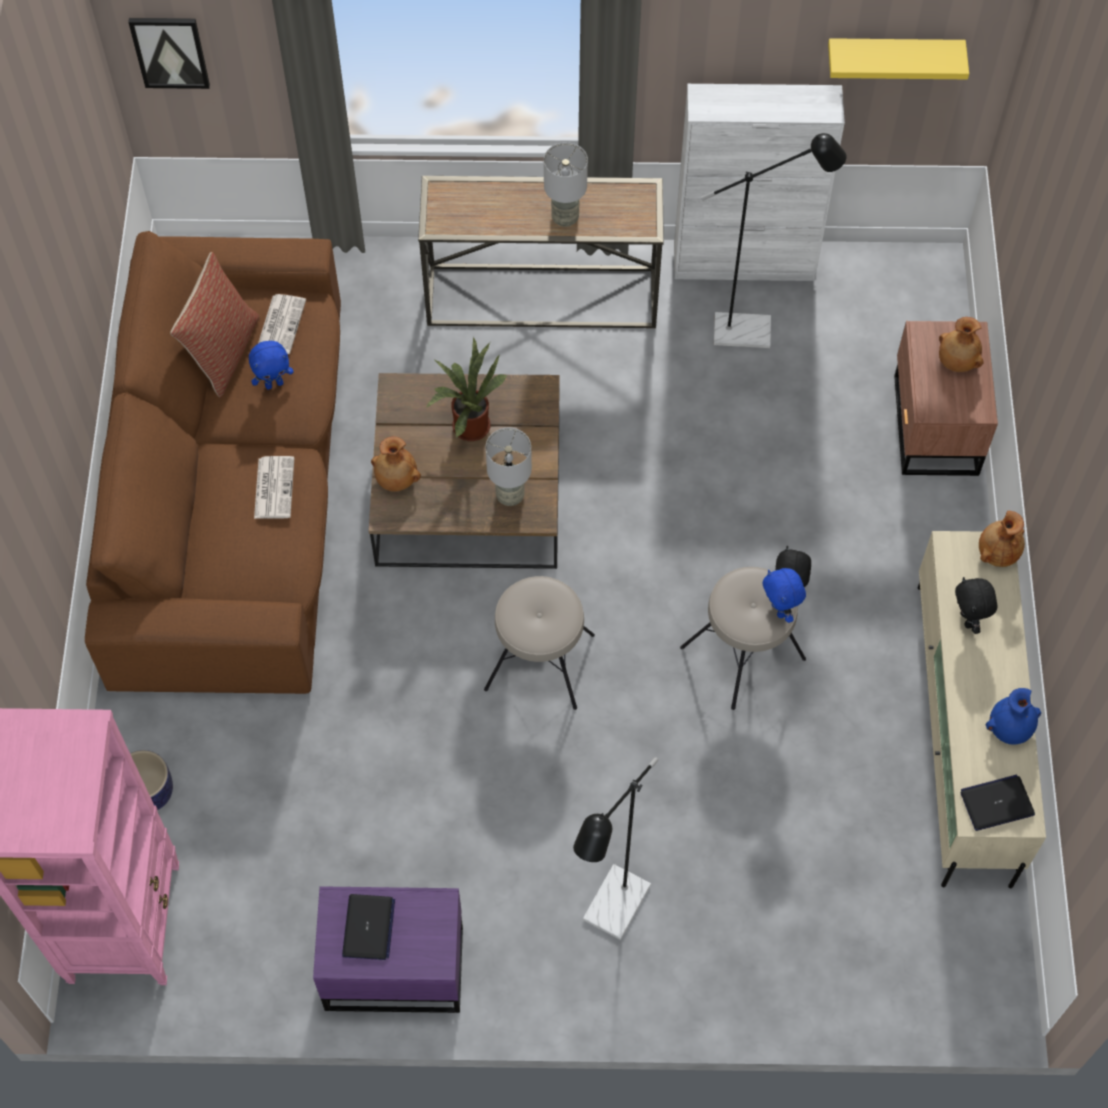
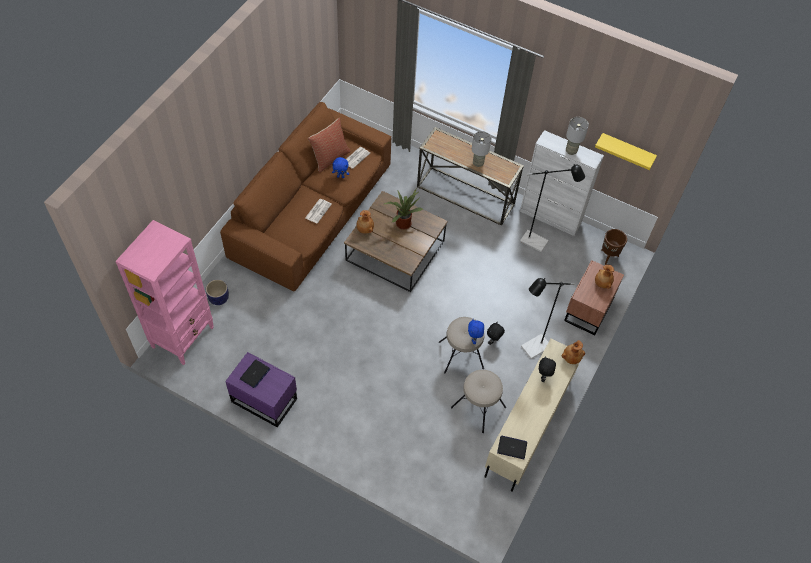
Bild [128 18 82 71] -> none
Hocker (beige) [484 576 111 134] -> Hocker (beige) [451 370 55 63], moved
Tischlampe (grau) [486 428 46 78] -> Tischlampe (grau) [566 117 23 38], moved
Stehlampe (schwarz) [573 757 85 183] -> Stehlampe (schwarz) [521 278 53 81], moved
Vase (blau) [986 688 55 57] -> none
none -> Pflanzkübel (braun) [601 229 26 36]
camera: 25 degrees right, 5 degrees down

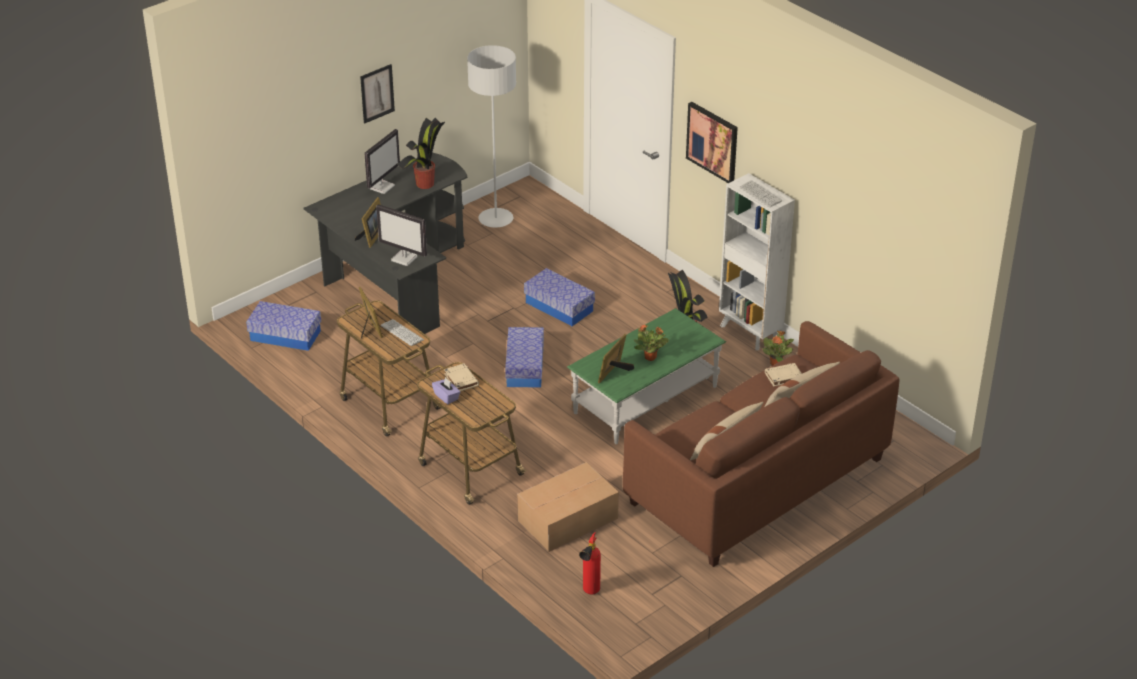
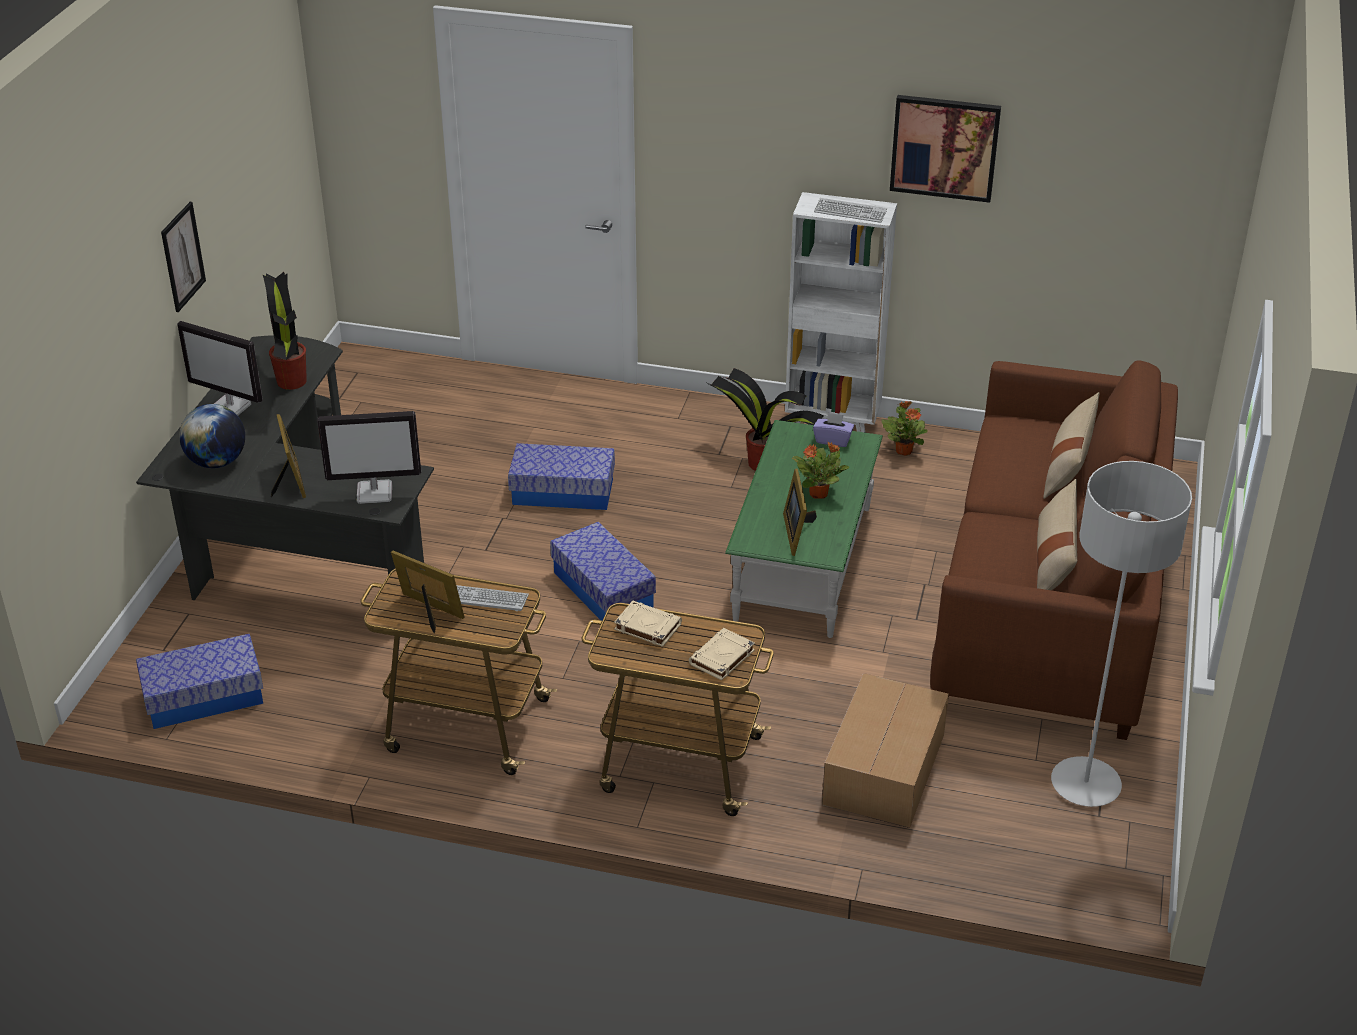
Monitor [364 129 36 65] -> Monitor [177 321 86 95], 120 degrees clockwise
Taschentuchbox (lila) [432 377 29 27] -> Taschentuchbox (lila) [813 412 41 35], moved
Stehlampe (grau) [467 45 49 183] -> Stehlampe (grau) [1051 461 141 346], moved
Feuerlöscher [579 532 22 62] -> none
Bild [686 102 52 81] -> Bild [890 95 111 108], moved
Buch (beige) [765 363 37 23] -> Buch (beige) [689 628 66 53], moved
none -> Globus [179 404 66 64]
camera: 35 degrees left, 0 degrees up

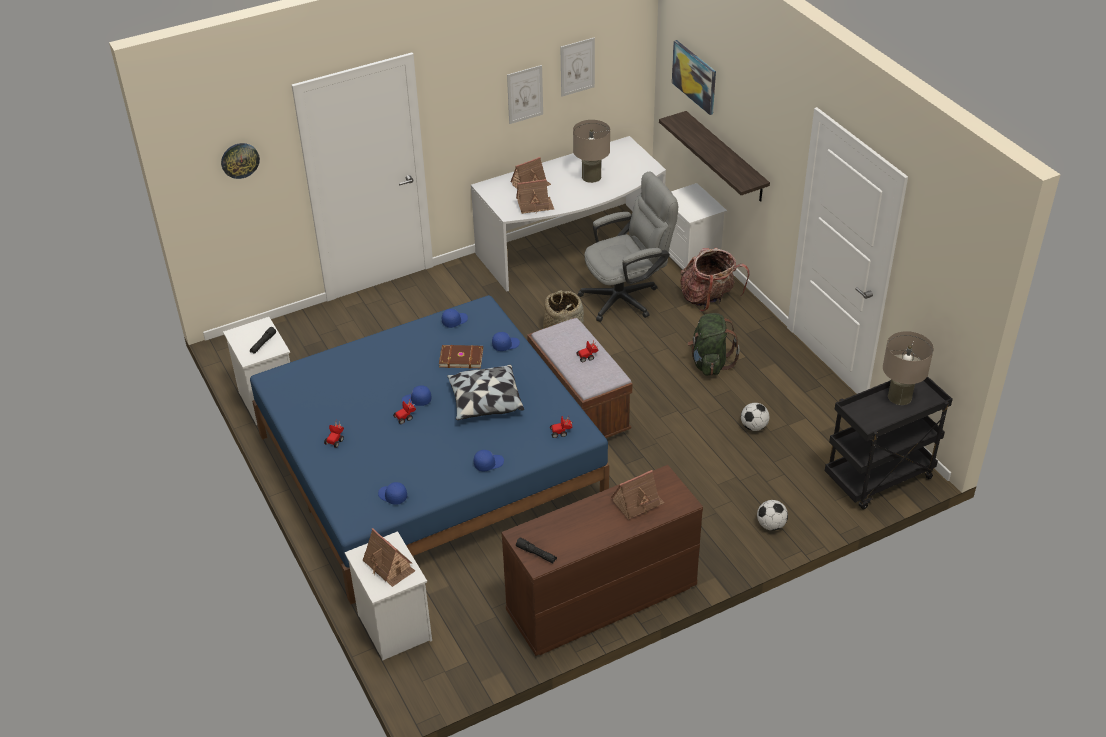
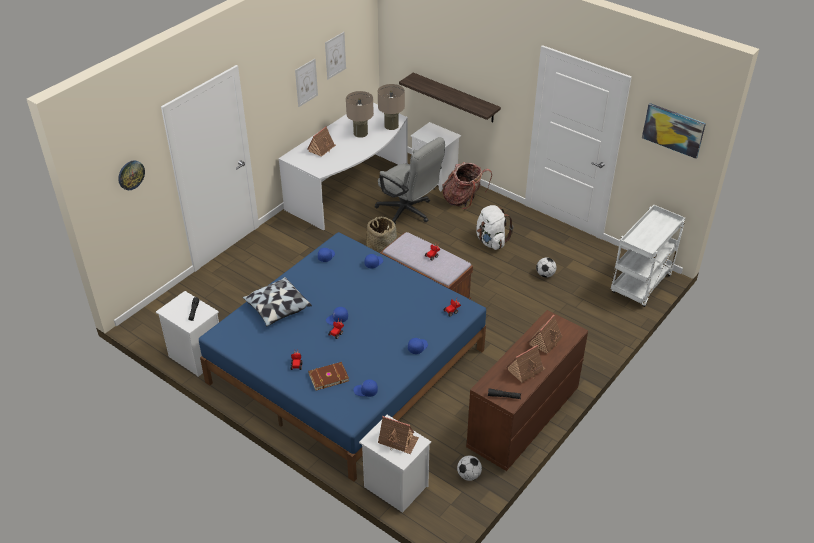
Buch (braun) [439 345 44 23] -> Buch (braun) [308 362 41 29], moved
Kissen [447 365 77 55] -> Kissen [242 277 70 49], moved
Spielzeughaus [516 179 38 35] -> Spielzeughaus [507 345 39 38], moved
Bürostuhl (grau) [578 172 100 150] -> Bürostuhl (grau) [375 137 70 88], 90 degrees clockwise
Bild [672 40 44 75] -> Bild [642 103 64 56], moved
Rucksack (grün) [688 313 52 63] -> Rucksack (weiß) [476 205 37 45]
Fußball [757 500 31 31] -> Fußball [457 456 25 25], moved
Rollwagen (schwarz) [825 376 128 133] -> Rollwagen (weiß) [611 205 74 102]
Tischlampe (beige) [883 331 51 74] -> Tischlampe (beige) [378 84 27 46], moved
camera: 25 degrees left, 0 degrees up

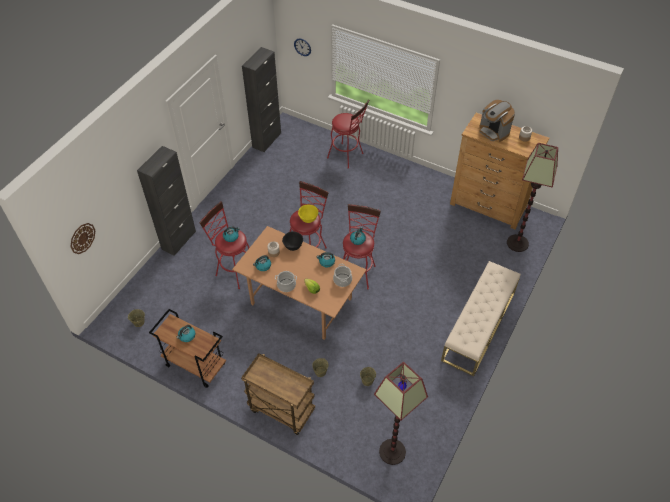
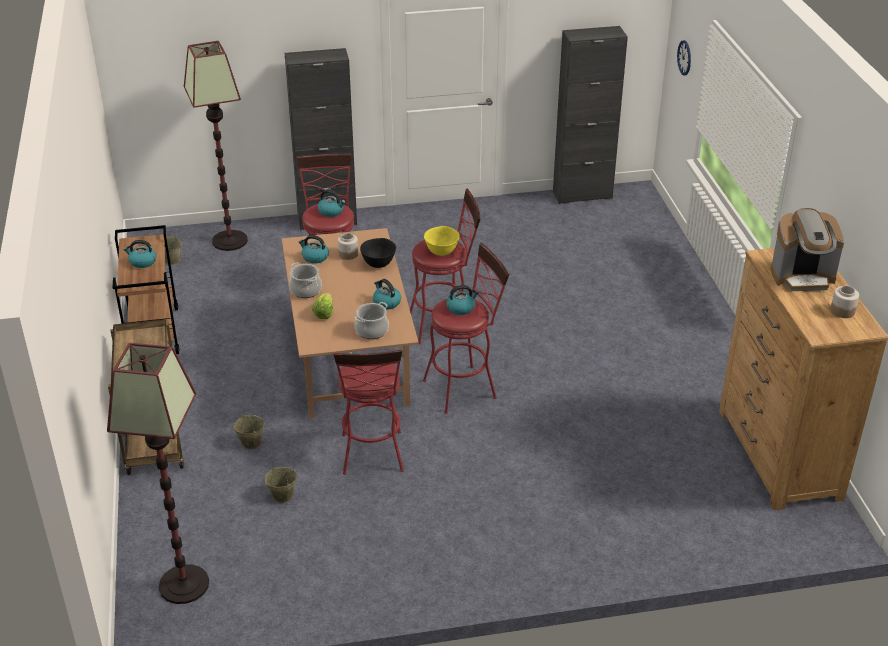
Wanduhr [71 223 24 31] -> none
Hocker (rot) [327 100 42 69] -> Hocker (rot) [333 350 71 125], moved
Bank (beige) [441 261 80 115] -> none
Kaffeemaschine [479 100 36 42] -> Kaffeemaschine [771 208 73 83], 105 degrees counterclockwise
Stehlampe [507 143 51 109] -> Stehlampe [184 41 64 210], moved
camera: 50 degrees right, 15 degrees down

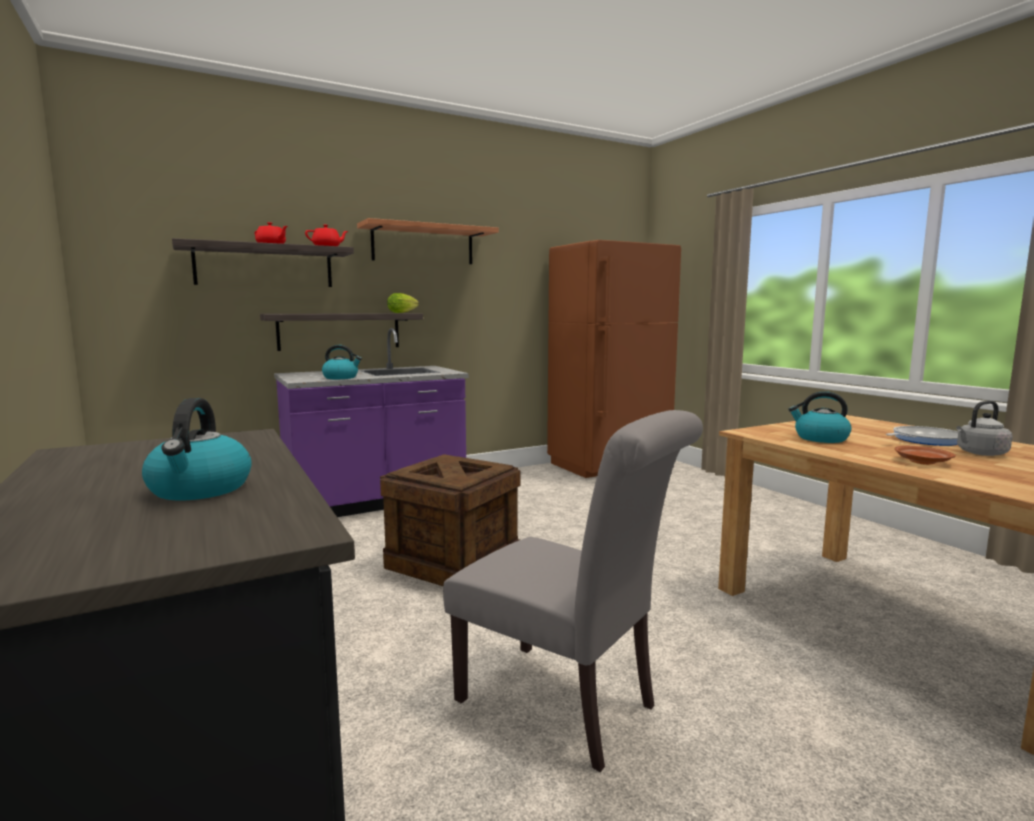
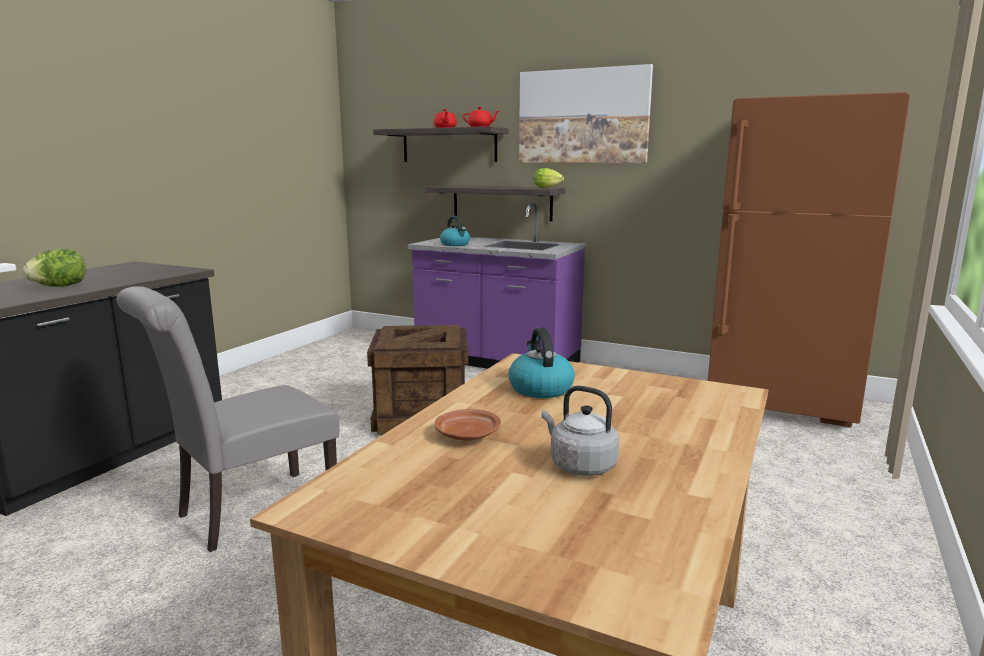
Wasserkessel [142 398 110 102] -> Salatkopf [23 248 62 39]
Wandregal [357 218 142 46] -> Bild [519 64 134 99]
Stuhl (grau) [443 410 260 362] -> Stuhl (grau) [116 286 224 266], 45 degrees clockwise
Pfanne [886 426 72 20] -> none
camera: 55 degrees right, 5 degrees up

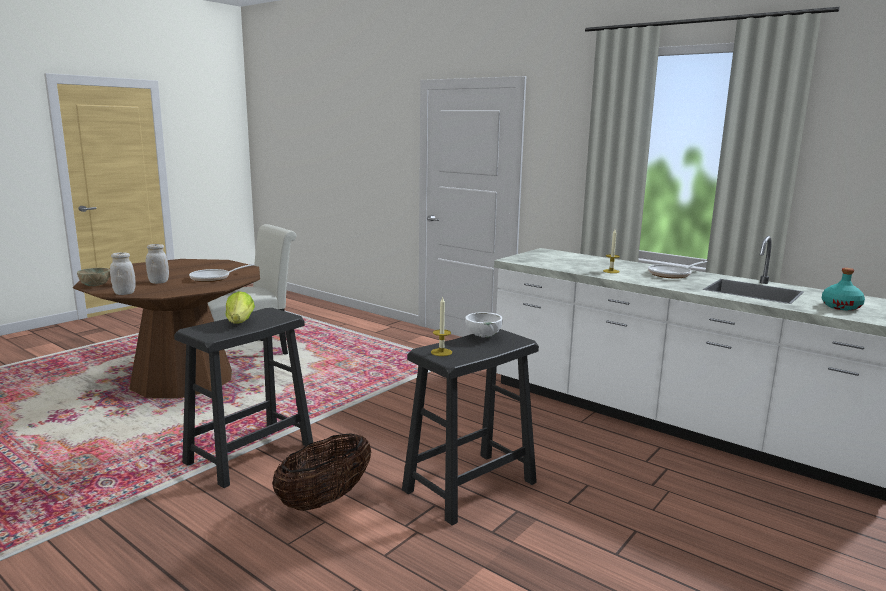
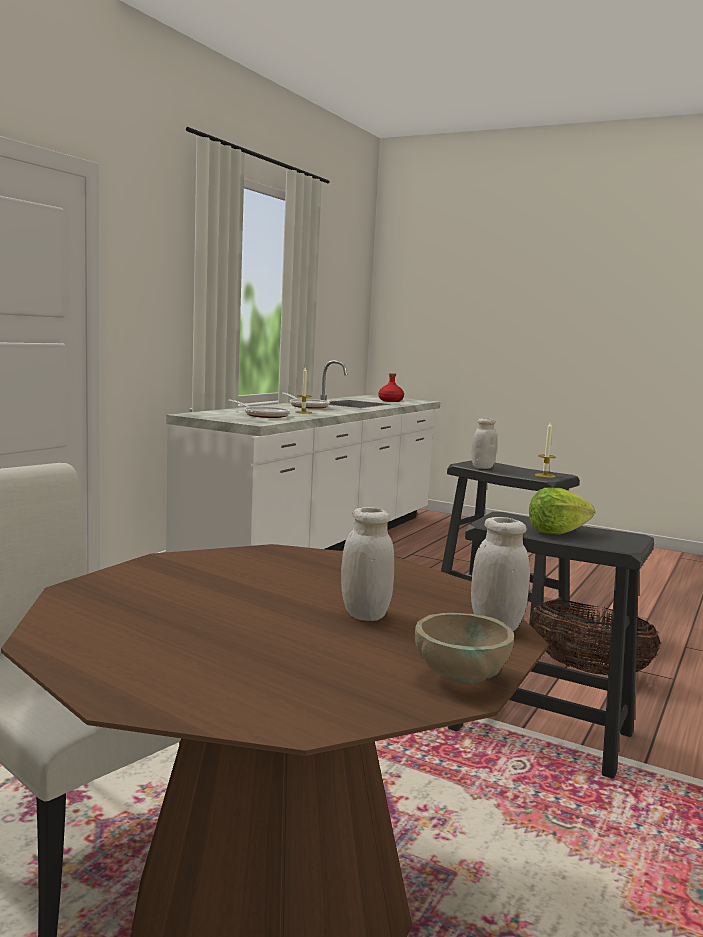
Pfanne [189 264 65 18] -> Pfanne [228 399 62 19], moved
Schüssel (weiß) [465 312 38 26] -> Vorratsglas (weiß) [472 418 25 51]
Flasche (türkis) [822 268 43 43] -> Flasche (rot) [379 373 25 29]
camera: 100 degrees left, 5 degrees down

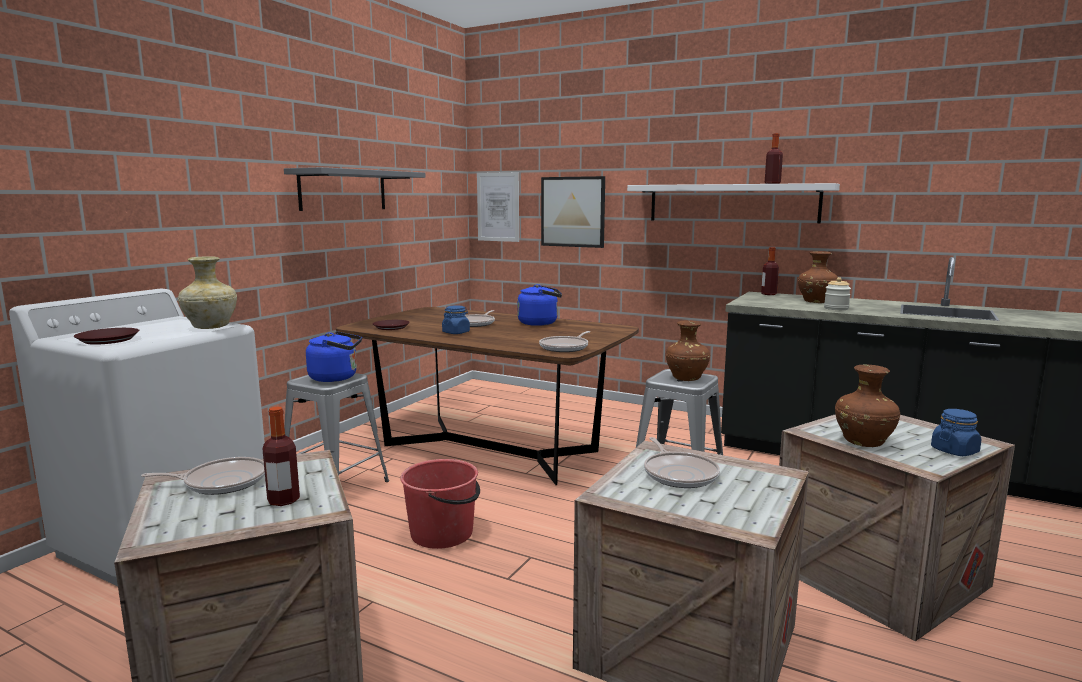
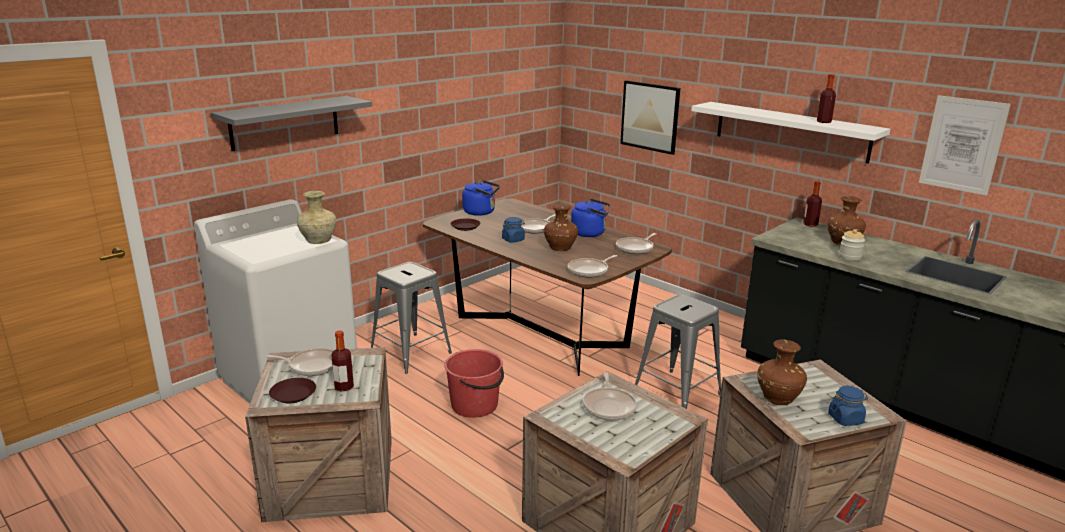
Teller (braun) [74 328 65 17] -> Teller (braun) [269 378 47 25], moved
Wandregal (grau) [284 167 141 44] -> Wandregal (grau) [211 96 161 55], moved
Wasserkessel (blau) [306 331 56 51] -> Wasserkessel (blau) [462 180 38 36], moved
Bild [477 172 42 70] -> Bild [919 95 92 101], moved
Vase (braun) [666 320 44 61] -> Vase (braun) [544 204 34 47], moved
none -> Pfanne [616 233 40 21]
camera: 15 degrees right, 10 degrees up

